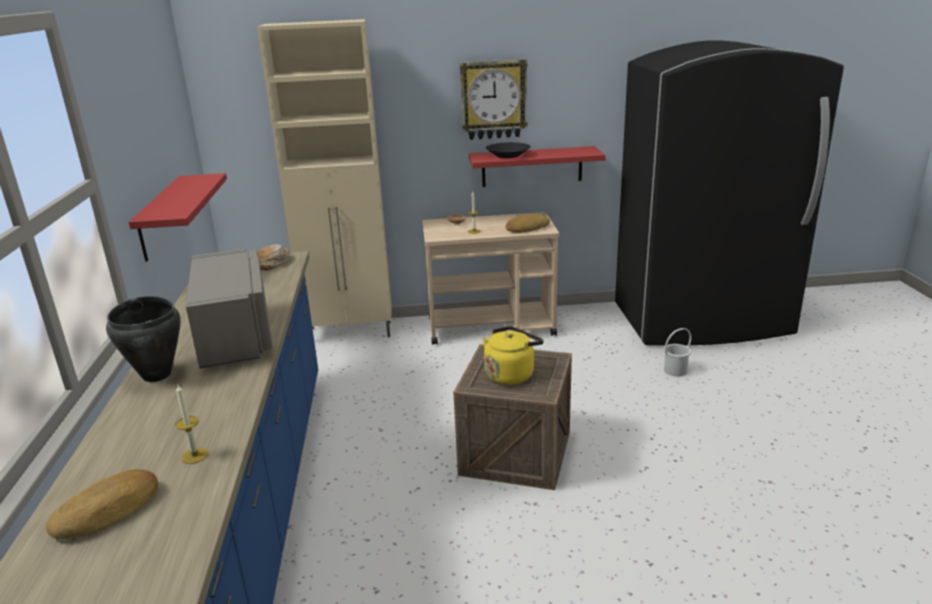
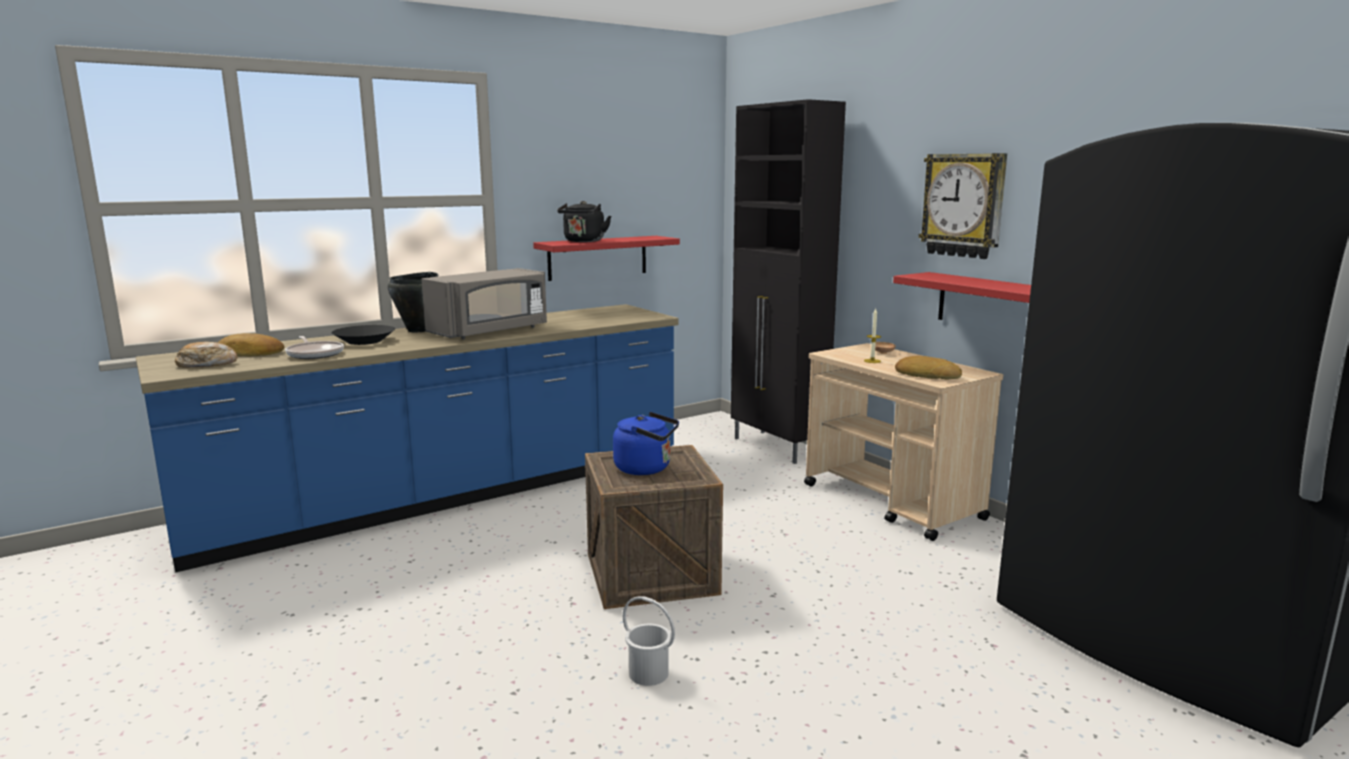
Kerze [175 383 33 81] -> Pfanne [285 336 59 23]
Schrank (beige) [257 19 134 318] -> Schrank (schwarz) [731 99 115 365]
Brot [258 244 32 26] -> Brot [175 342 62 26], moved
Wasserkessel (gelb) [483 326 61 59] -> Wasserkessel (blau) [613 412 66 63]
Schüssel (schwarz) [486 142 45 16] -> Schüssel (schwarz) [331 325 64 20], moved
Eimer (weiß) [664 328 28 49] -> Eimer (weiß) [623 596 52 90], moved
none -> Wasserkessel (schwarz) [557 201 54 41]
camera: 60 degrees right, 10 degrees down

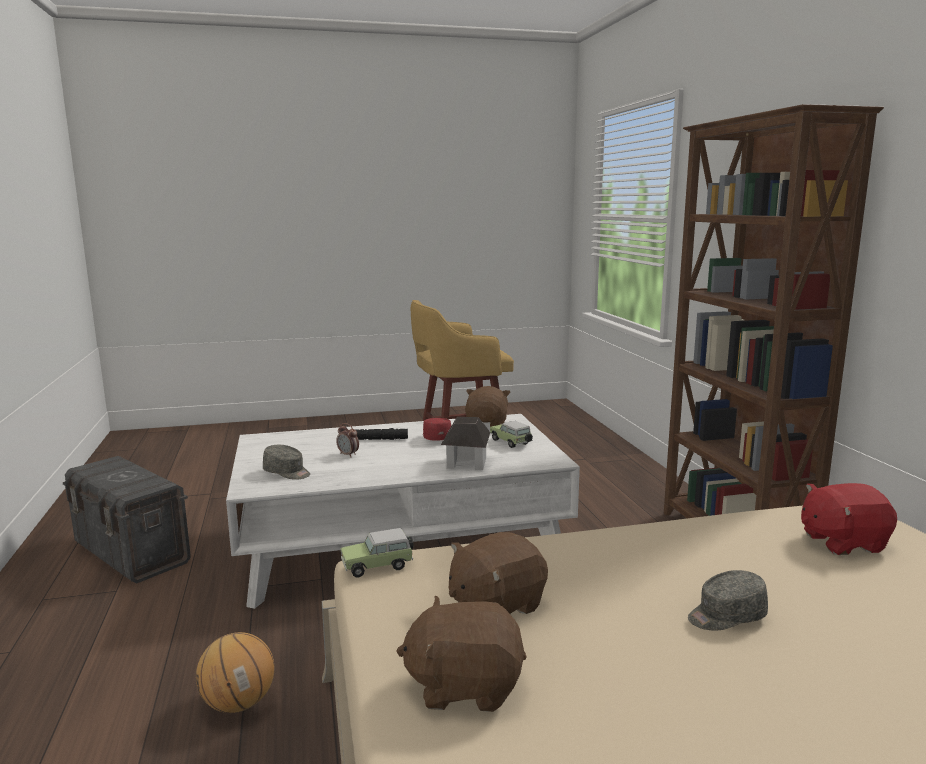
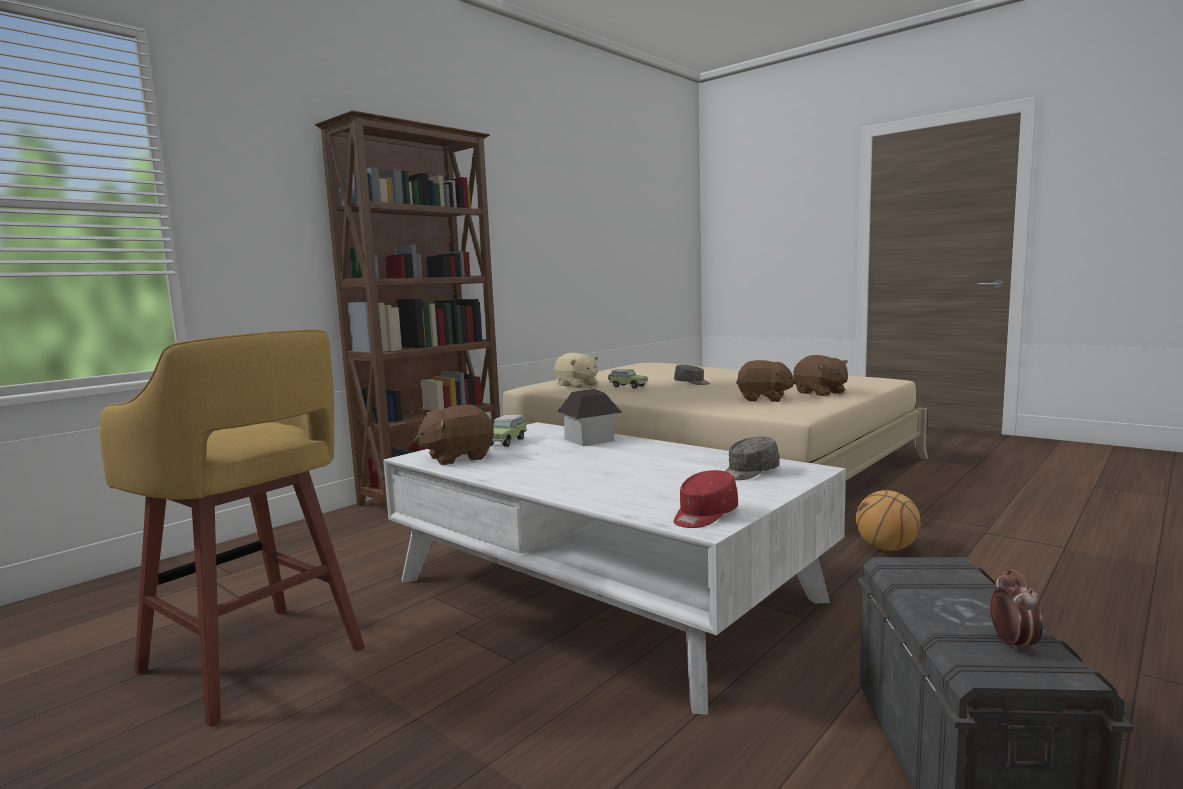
Kappe (grau) [263 445 47 35] -> Kappe (grau) [725 437 54 43], 120 degrees counterclockwise
Wecker [336 423 23 34] -> Wecker [990 569 53 85], moved
Spielzeugauto [341 528 73 50] -> Spielzeugauto [608 369 39 20], moved
Taschenlampe (schwarz) [355 428 53 12] -> none
Kappe (rot) [423 418 28 23] -> Kappe (rot) [673 470 65 58], moved
Plüschtier (rot) [801 483 96 72] -> Plüschtier (beige) [554 353 44 35]
camera: 125 degrees left, 5 degrees down

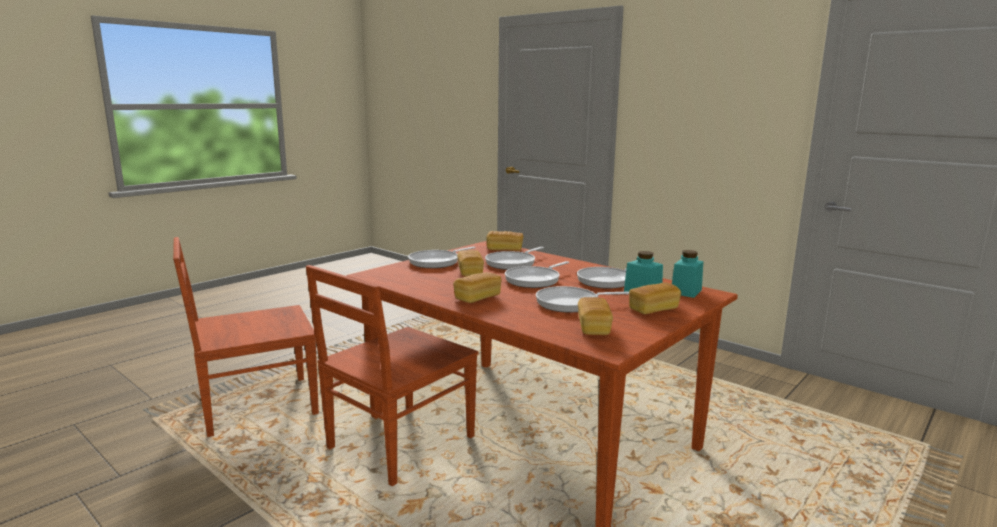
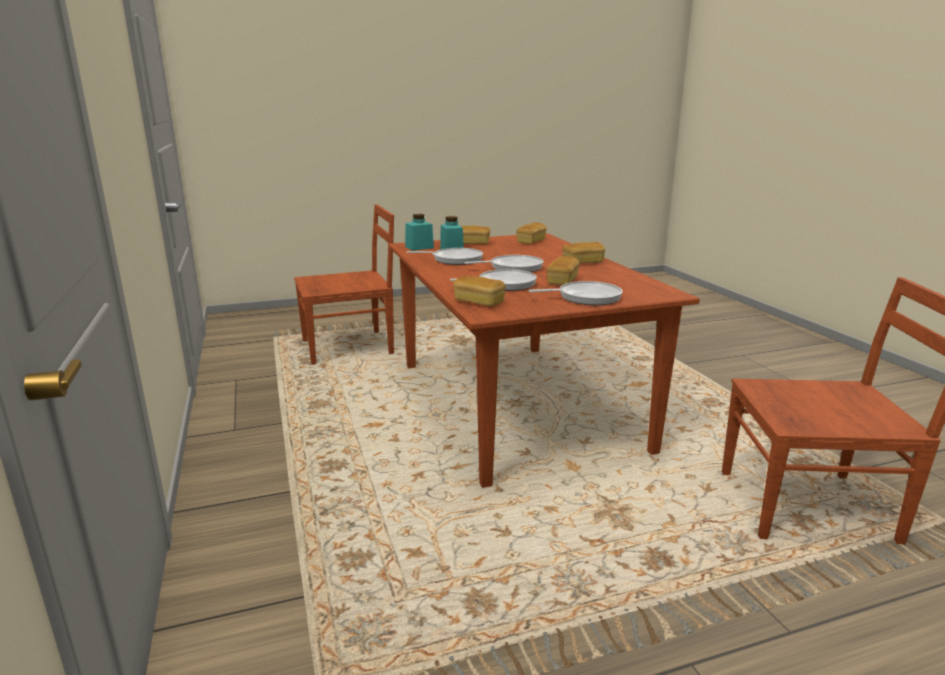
Stuhl (braun) [306 265 173 221] -> Stuhl (braun) [294 204 100 161], moved
Pfanne [536 286 93 27] -> none
camera: 150 degrees left, 5 degrees up

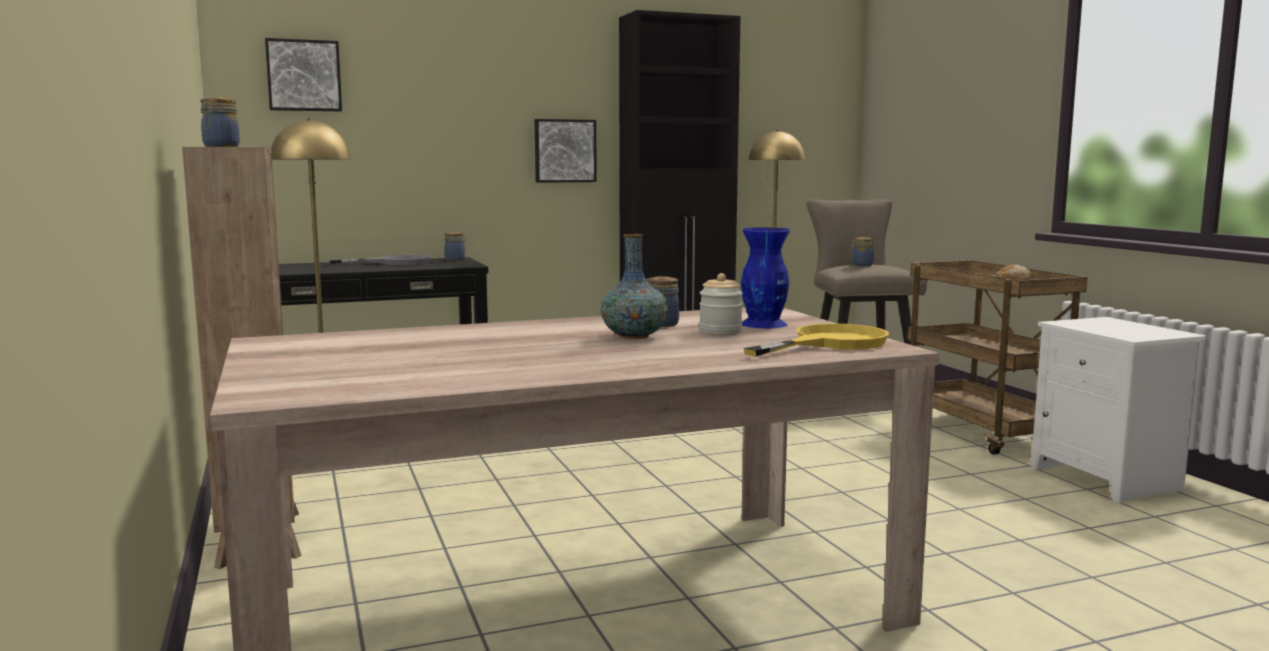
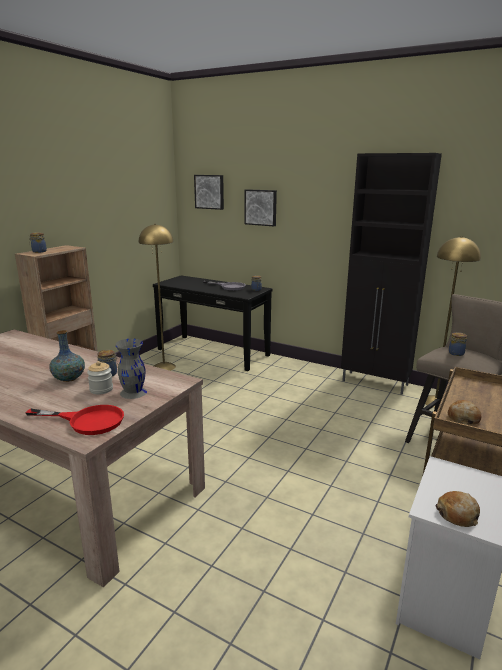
Bild [535 119 62 64] -> Bild [244 189 33 37], moved
Vase (blau) [741 227 49 101] -> Vase (grau) [115 339 32 60]
Pfanne (gelb) [743 324 146 33] -> Pfanne (rot) [25 405 99 30]
none -> Brot [436 491 44 36]
camera: 50 degrees right, 10 degrees up

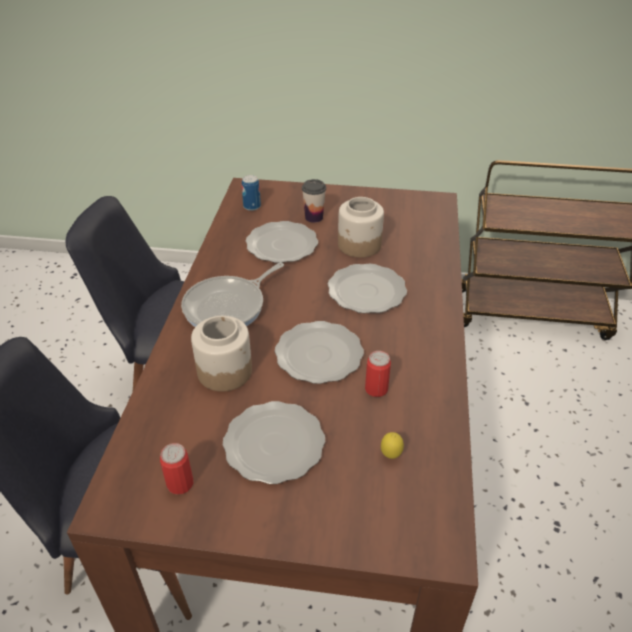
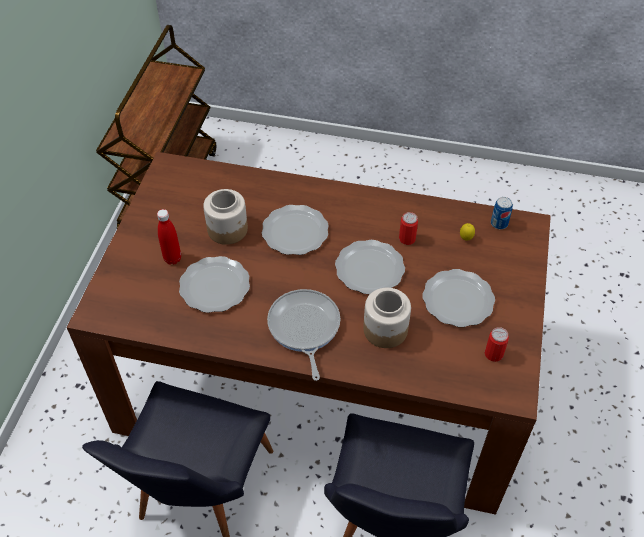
Pfanne [181 263 103 64] -> Pfanne [267 289 73 92], 150 degrees counterclockwise
Dose [242 175 19 36] -> Dose [491 197 22 32], moved
Tasse [302 179 24 44] -> Flasche (rot) [157 209 24 56]
camera: 85 degrees left, 10 degrees up

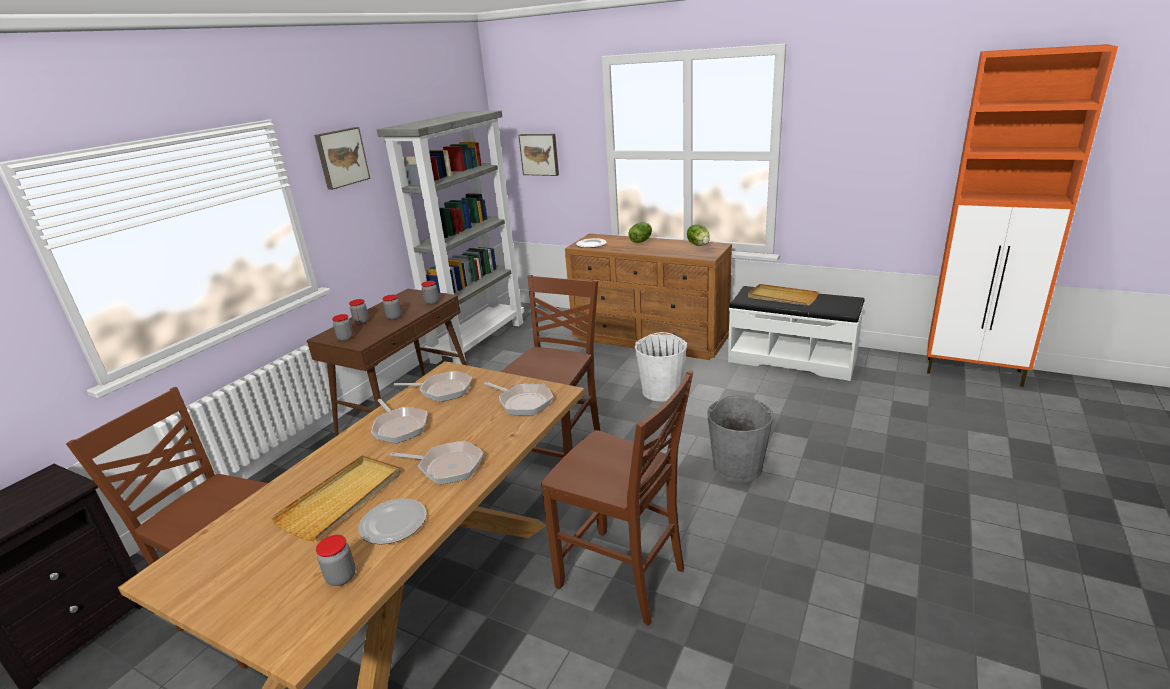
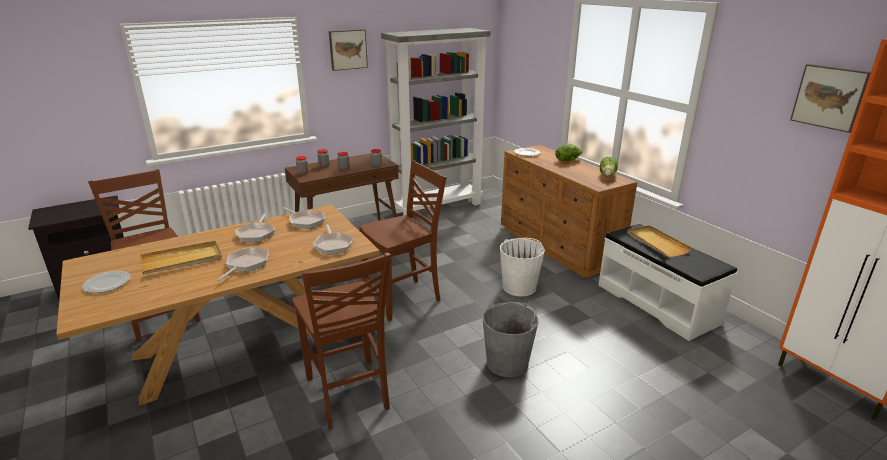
Vorratsglas [316 535 40 51] -> none
Teller [358 498 69 46] -> Teller [82 271 48 22], moved
Pfanne [390 441 93 44] -> Pfanne [217 247 52 35], 120 degrees counterclockwise
Bild [519 134 40 42] -> Bild [790 64 81 69], moved
camera: 30 degrees right, 0 degrees up

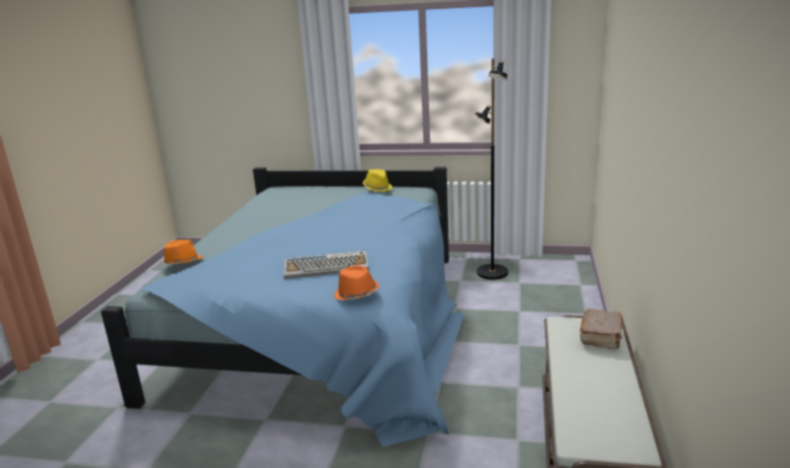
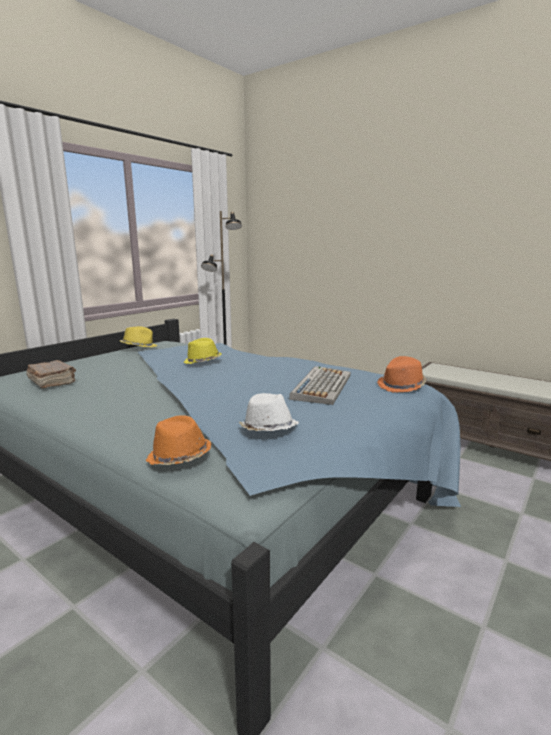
Buch (braun) [580 309 42 40] -> Buch (braun) [26 360 50 28], moved
none -> Hut (gelb) [184 338 38 26]
none -> Hut (weiß) [239 393 60 38]
camera: 65 degrees left, 5 degrees down

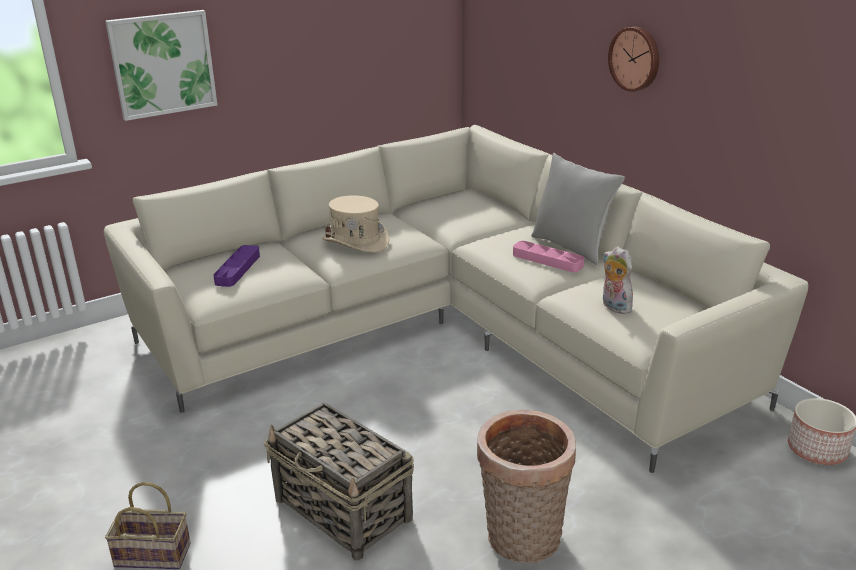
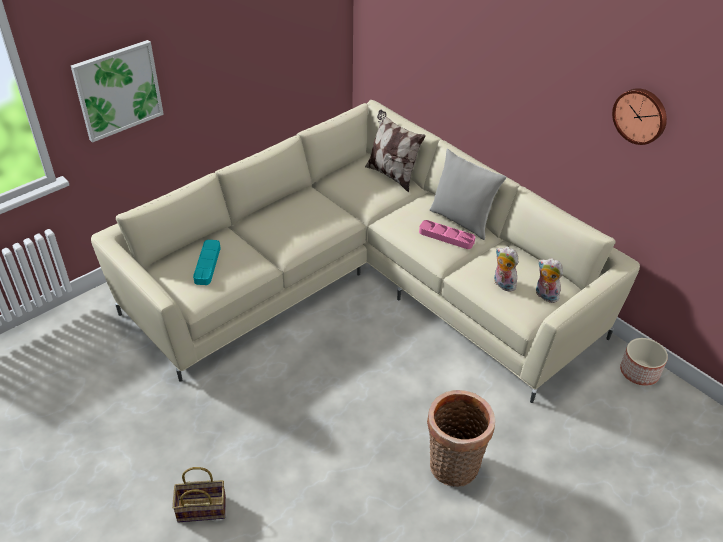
Tablett (lila) [213 245 47 42] -> Tablett (türkis) [193 240 28 45]
Korb [264 402 150 159] -> none
Hut (beige) [322 195 68 57] -> none
Wanduhr [608 27 51 65] -> Wanduhr [612 88 55 57], moved
none -> Kissen [365 110 61 82]
none -> Plüschtier [536 258 27 45]
camera: 10 degrees left, 15 degrees up

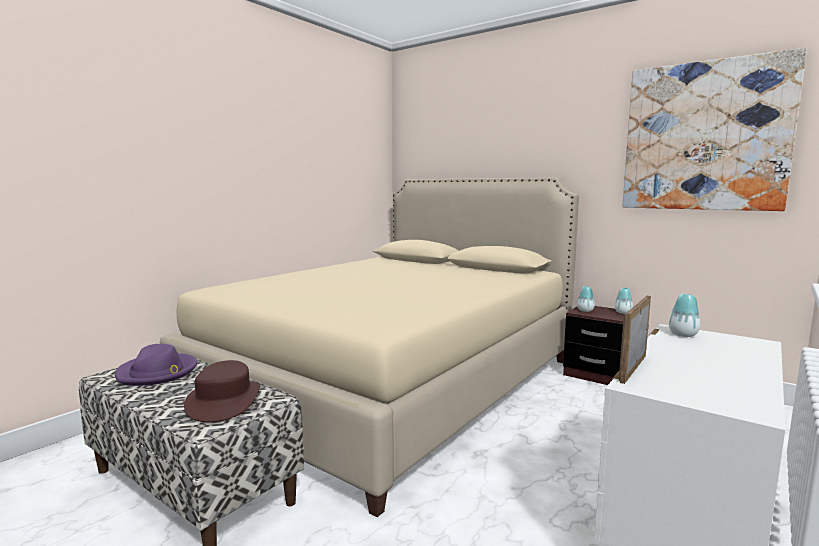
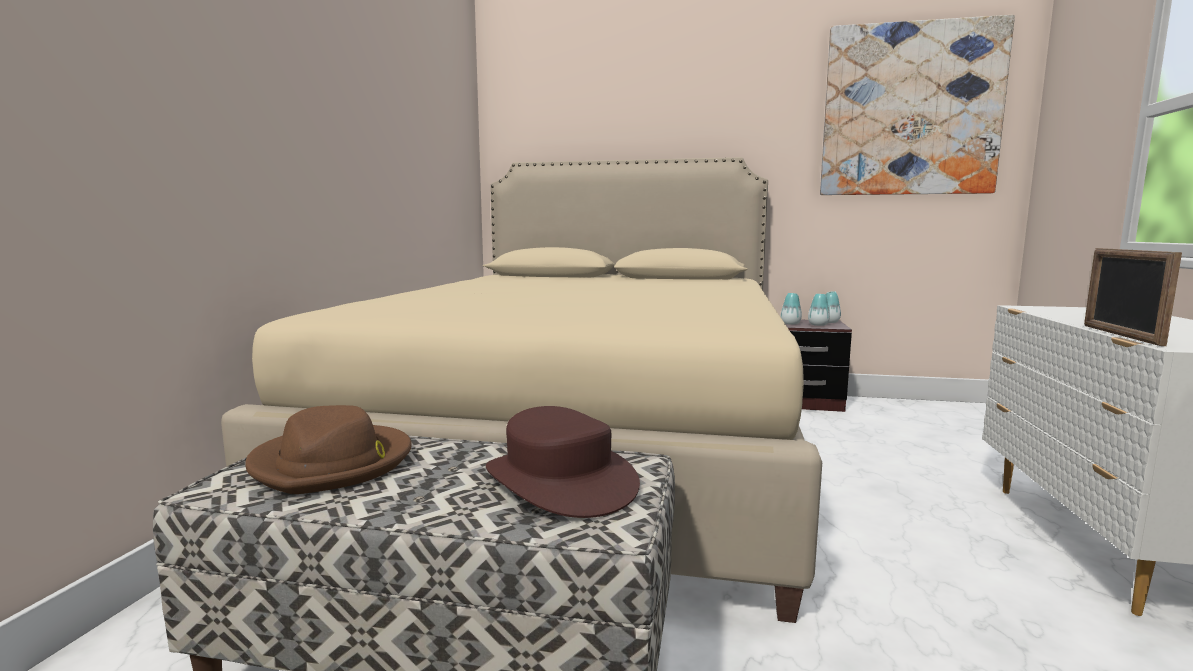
Hut (lila) [115 344 83 42] -> Hut (braun) [245 405 167 89]
Vase [669 293 31 44] -> Vase [808 294 22 32], moved
camera: 25 degrees left, 0 degrees up

